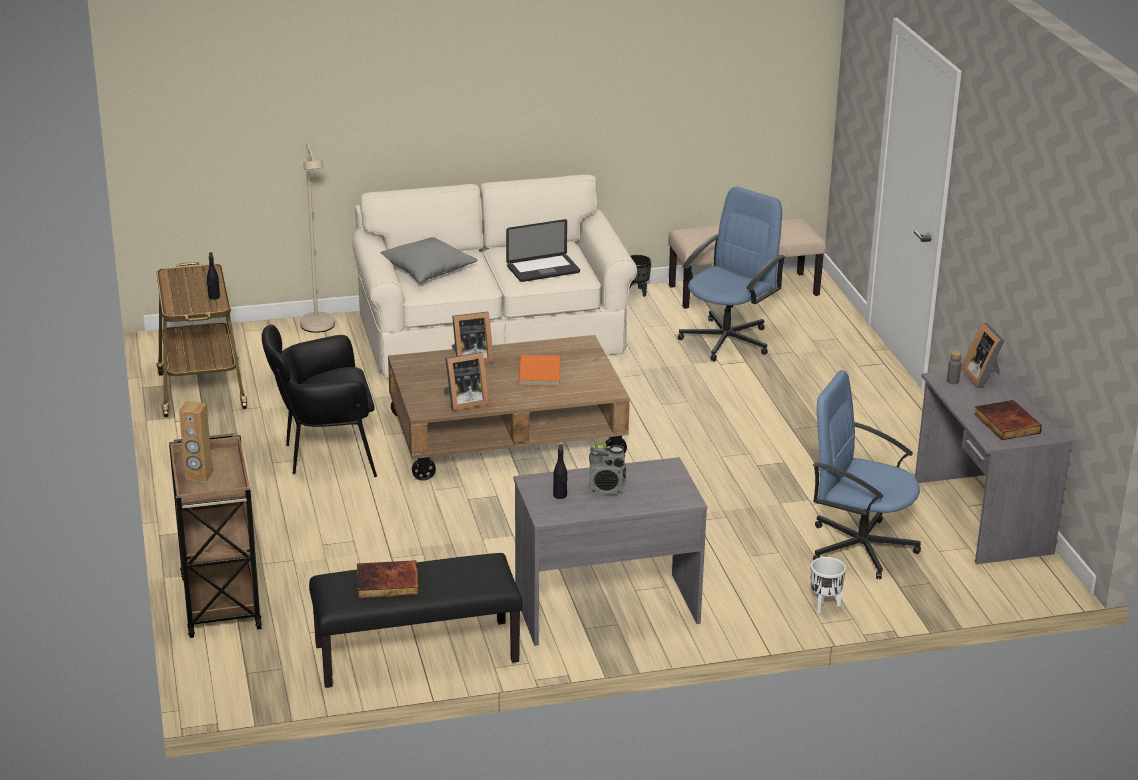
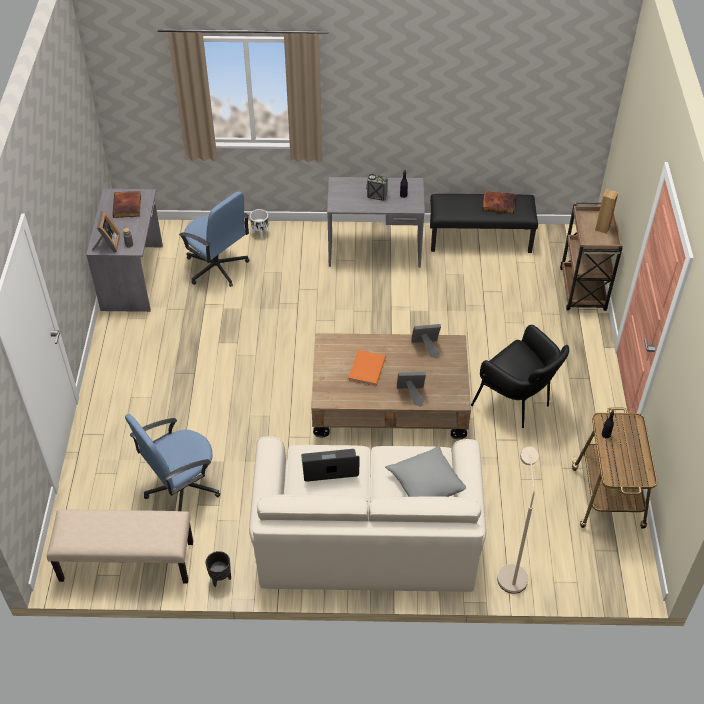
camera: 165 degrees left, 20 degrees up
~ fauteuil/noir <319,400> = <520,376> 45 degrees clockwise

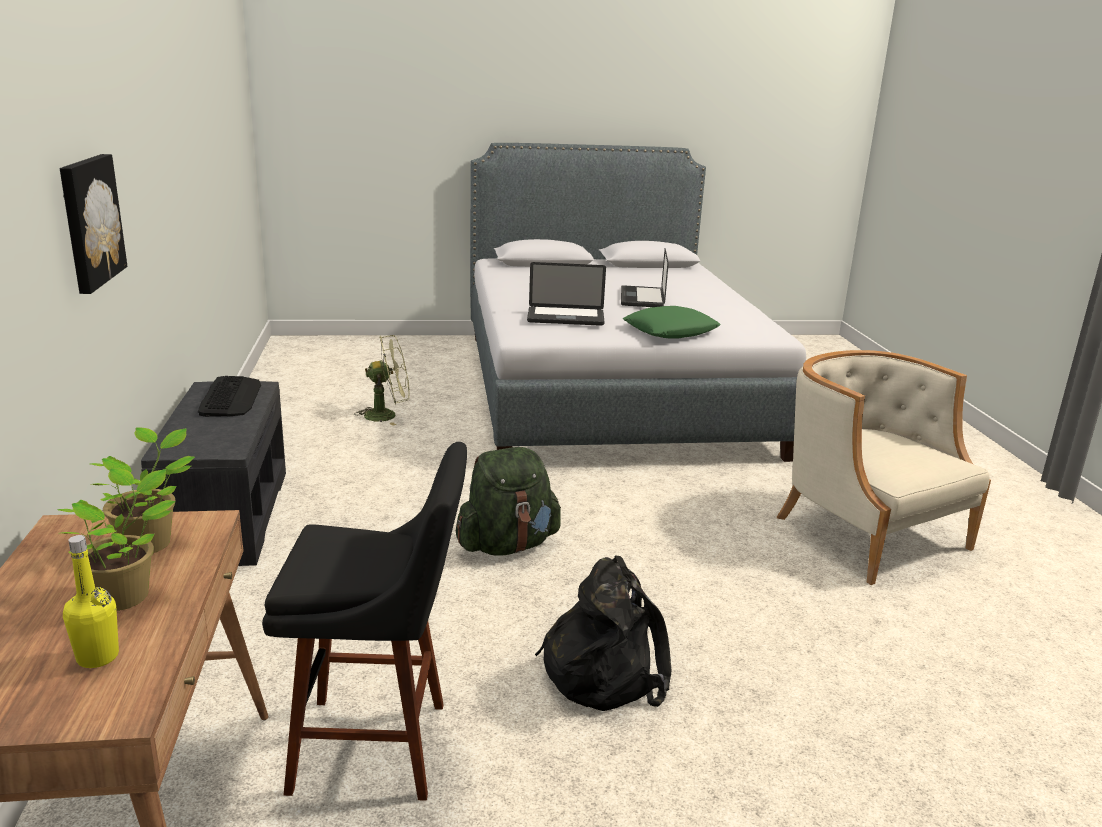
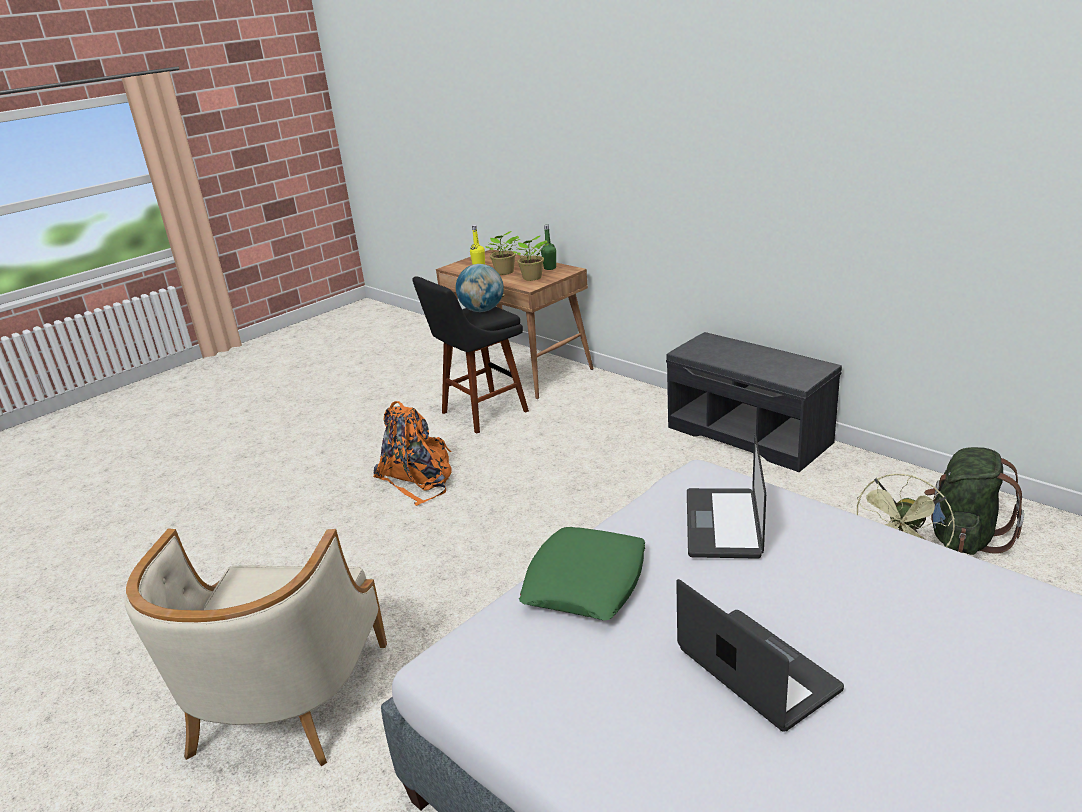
camera: 145 degrees right, 5 degrees up
~ fauteuil/beige <884,467> = <255,647> 75 degrees clockwise
~ sac à dos/noir <603,633> to sac à dos/orange <412,453>
+ globe <480,288>
+ bouteille/vert <548,247>
~ ordinateur portable <566,294> = <726,496> 45 degrees counterclockwise
~ sac à dos/vert <508,501> to <974,501>
- tableau <93,224>
- clavier <229,396>

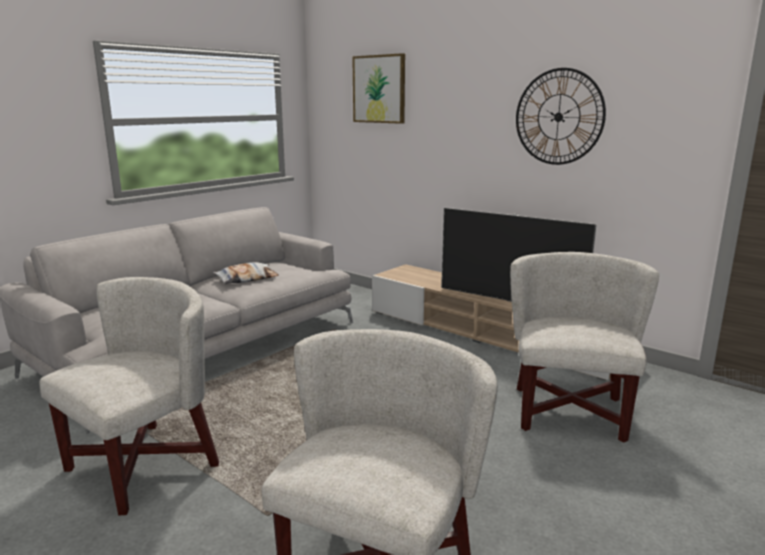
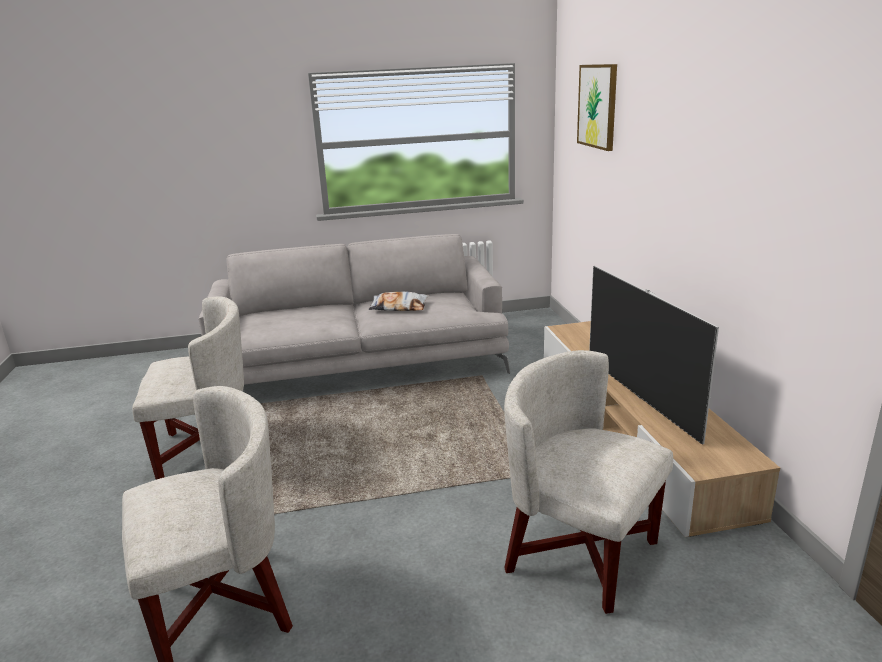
camera: 40 degrees right, 5 degrees up
~ fauteuil/blanc <584,347> = <588,482> 105 degrees counterclockwise
- horloge murale <561,116>

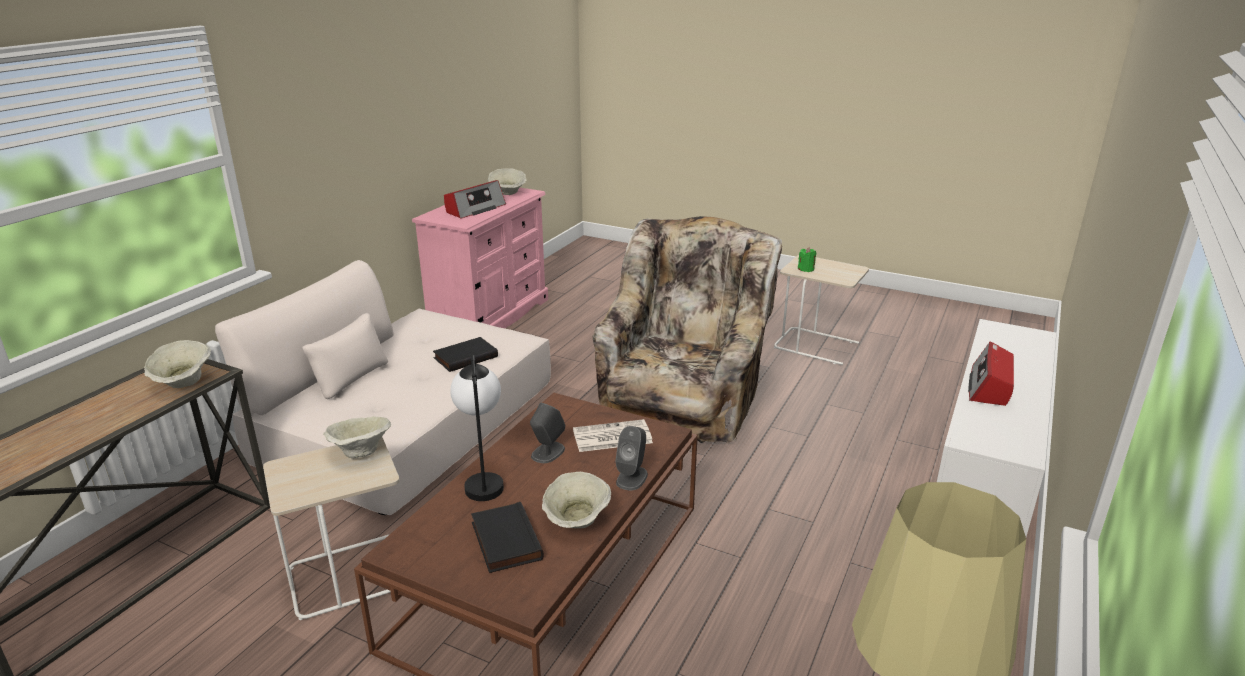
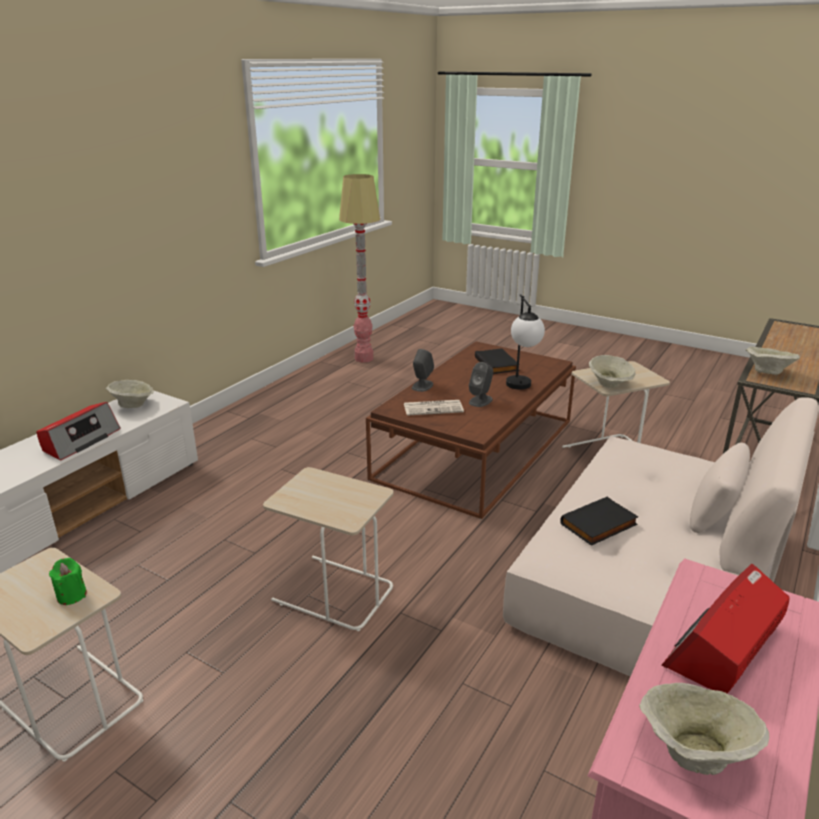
camera: 175 degrees left, 0 degrees up
~ bol/beige <576,500> to <130,394>
~ fauteuil/beige <687,330> to table d'appoint/beige <328,549>

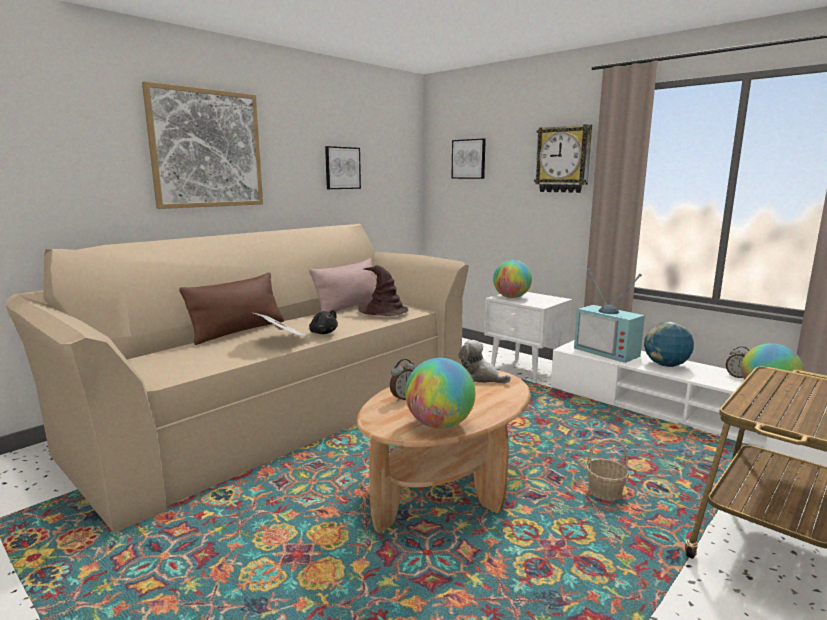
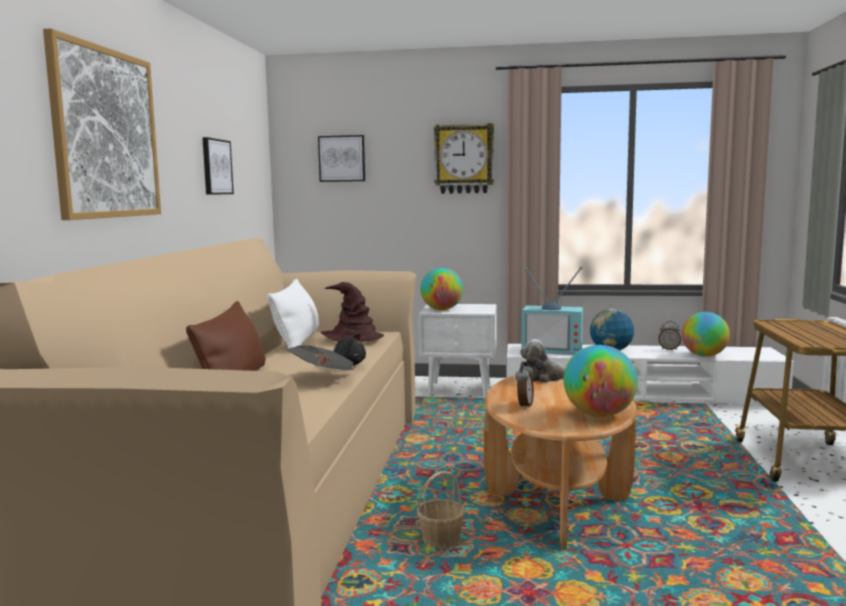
camera: 35 degrees left, 5 degrees down
~ coussin/rose <343,285> to coussin/blanc <293,313>
~ panier <607,469> to <441,509>

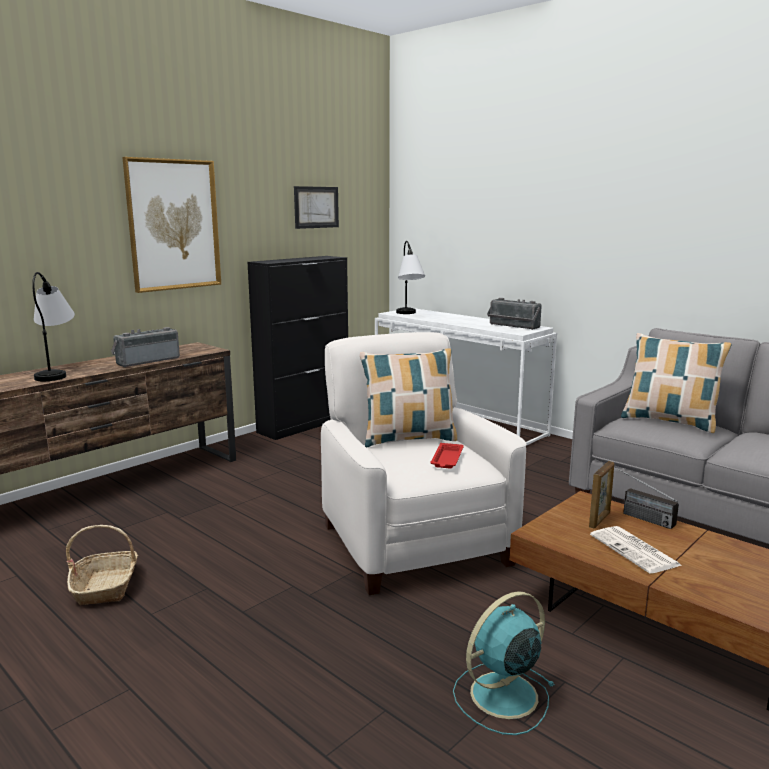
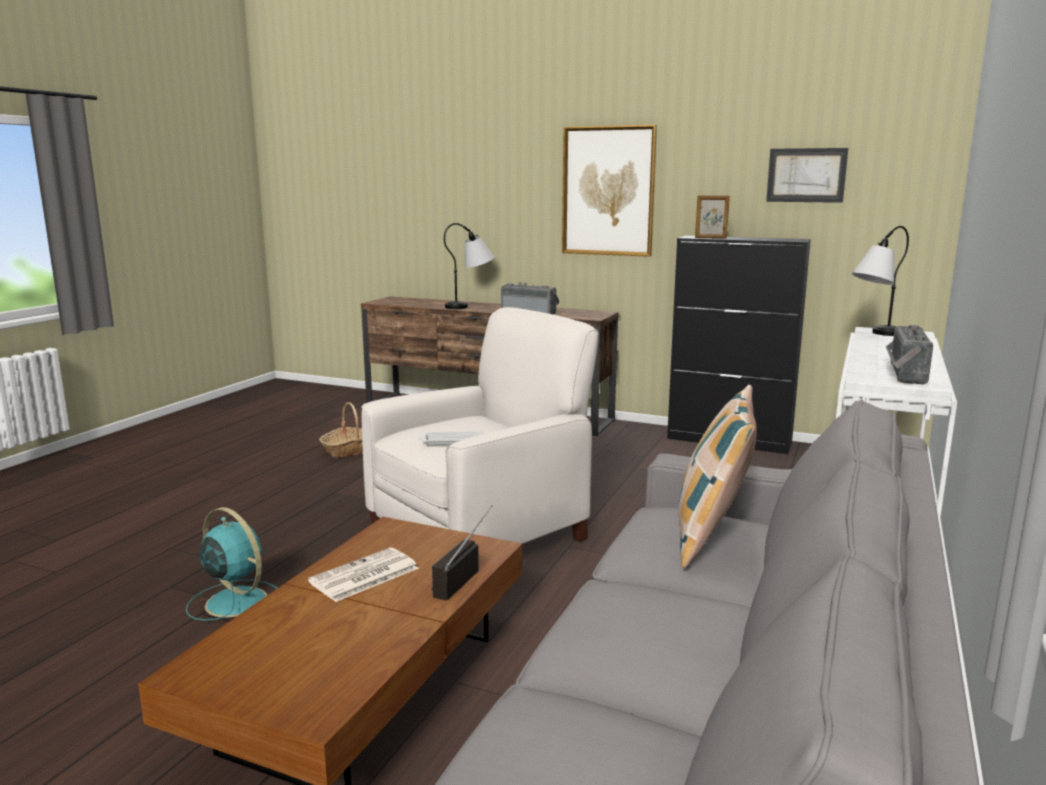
camera: 70 degrees right, 0 degrees up
~ plateau/rouge <447,456> to plateau/blanc <451,437>
~ cadre photo <601,494> to <712,217>
- coussin <408,397>

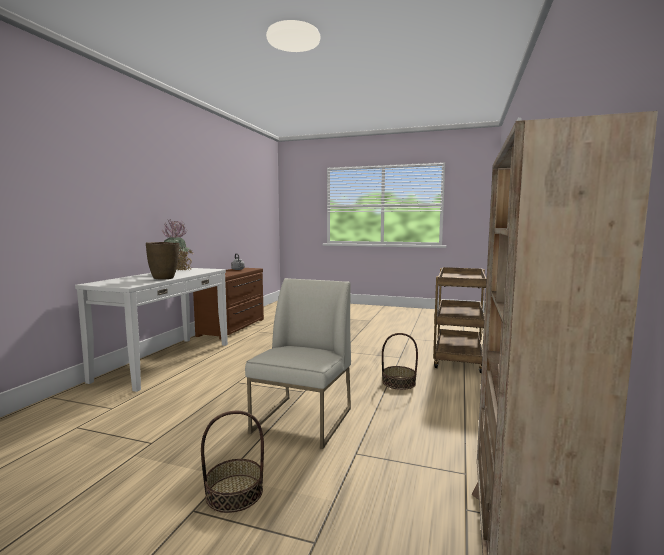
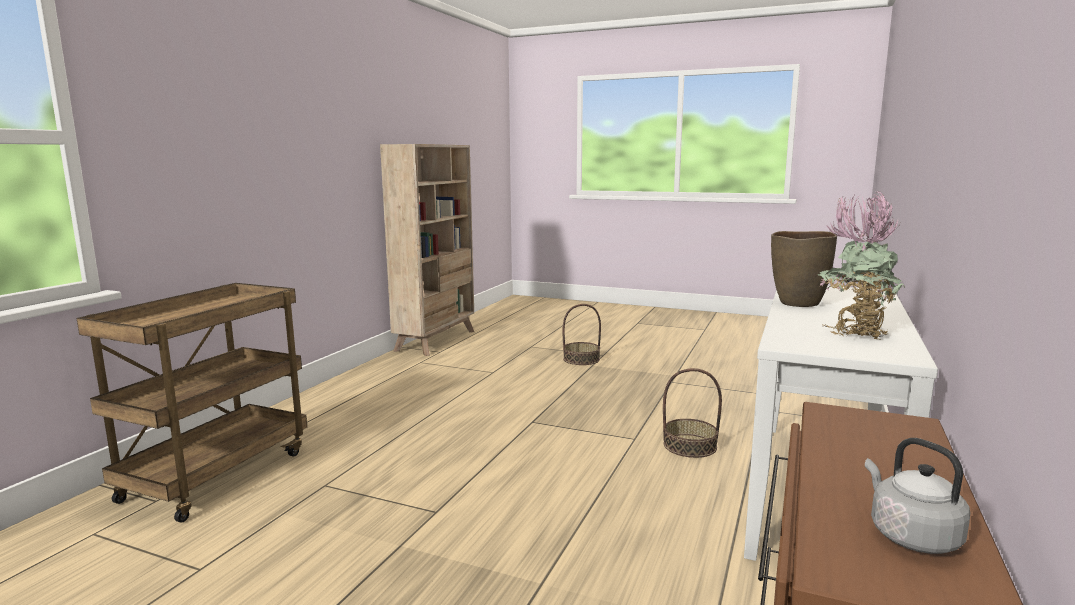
camera: 175 degrees left, 5 degrees up
~ panier <400,361> to <692,413>
- chaise/blanc <298,363>

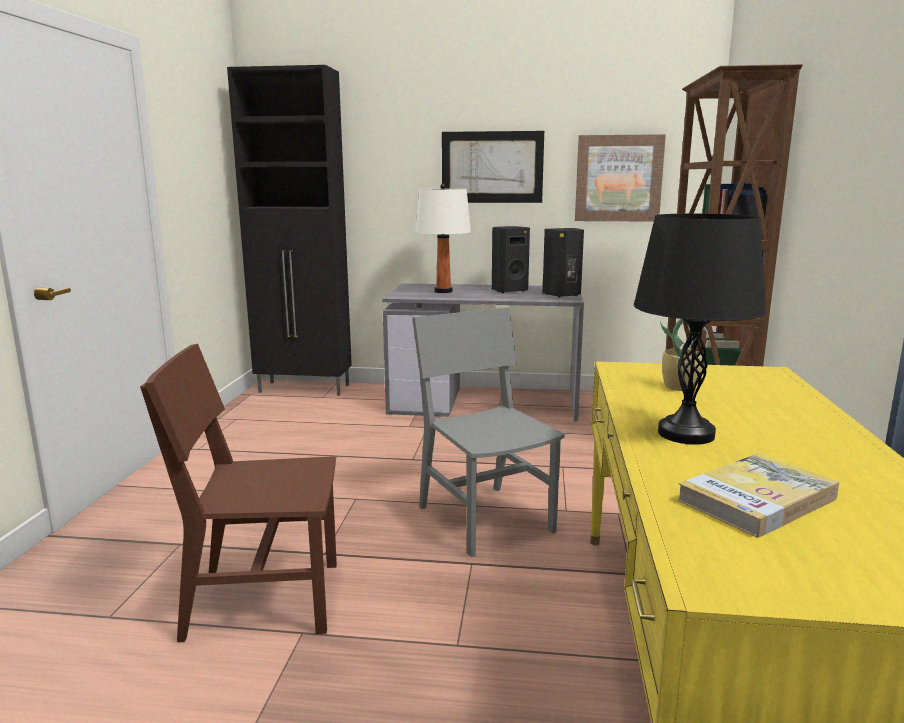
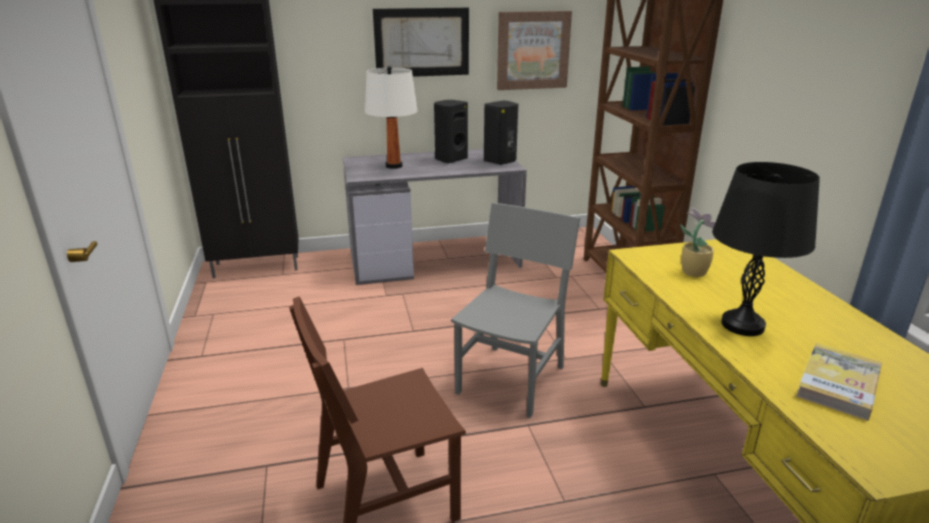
camera: 20 degrees left, 10 degrees up
~ chaise/gris <488,432> = <515,310> 75 degrees clockwise

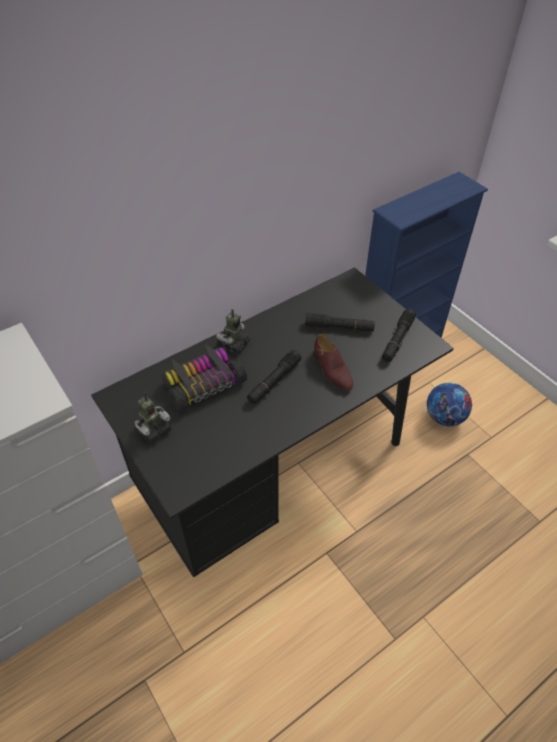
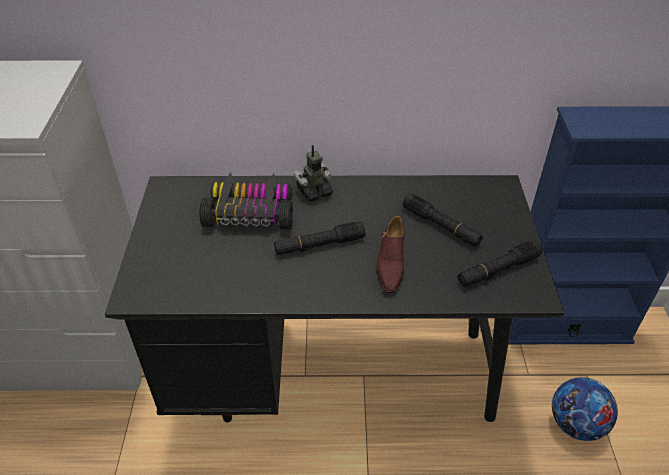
camera: 35 degrees right, 5 degrees down
- robot jouet <152,417>

